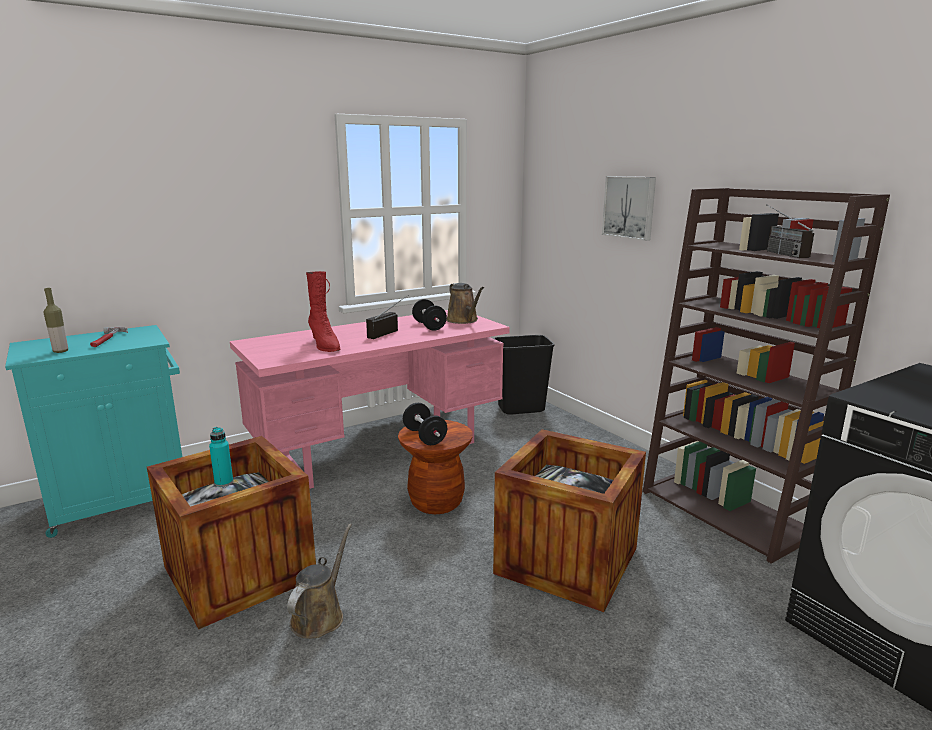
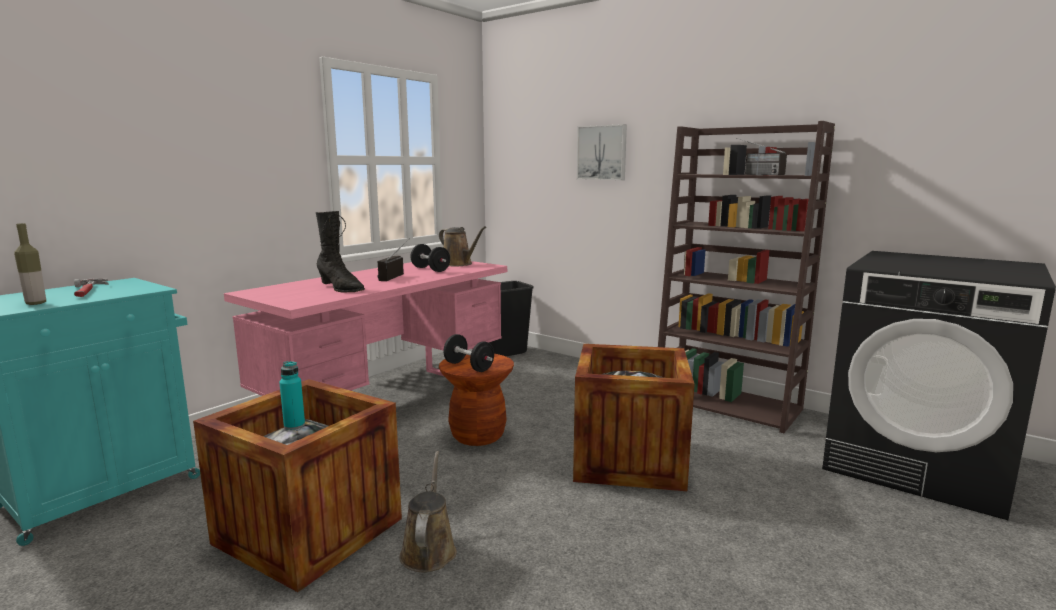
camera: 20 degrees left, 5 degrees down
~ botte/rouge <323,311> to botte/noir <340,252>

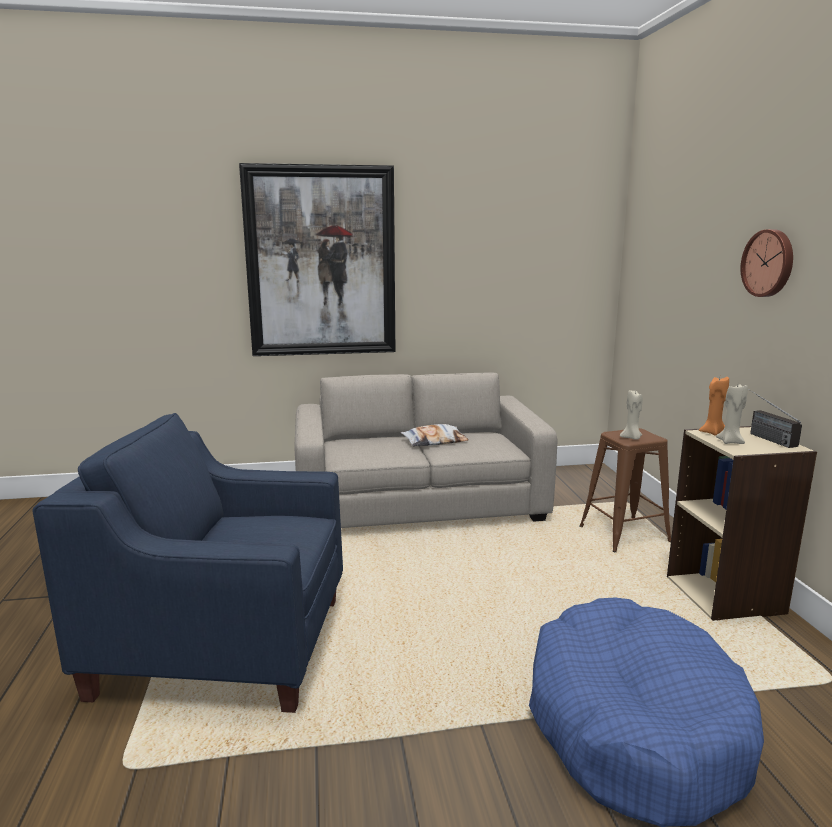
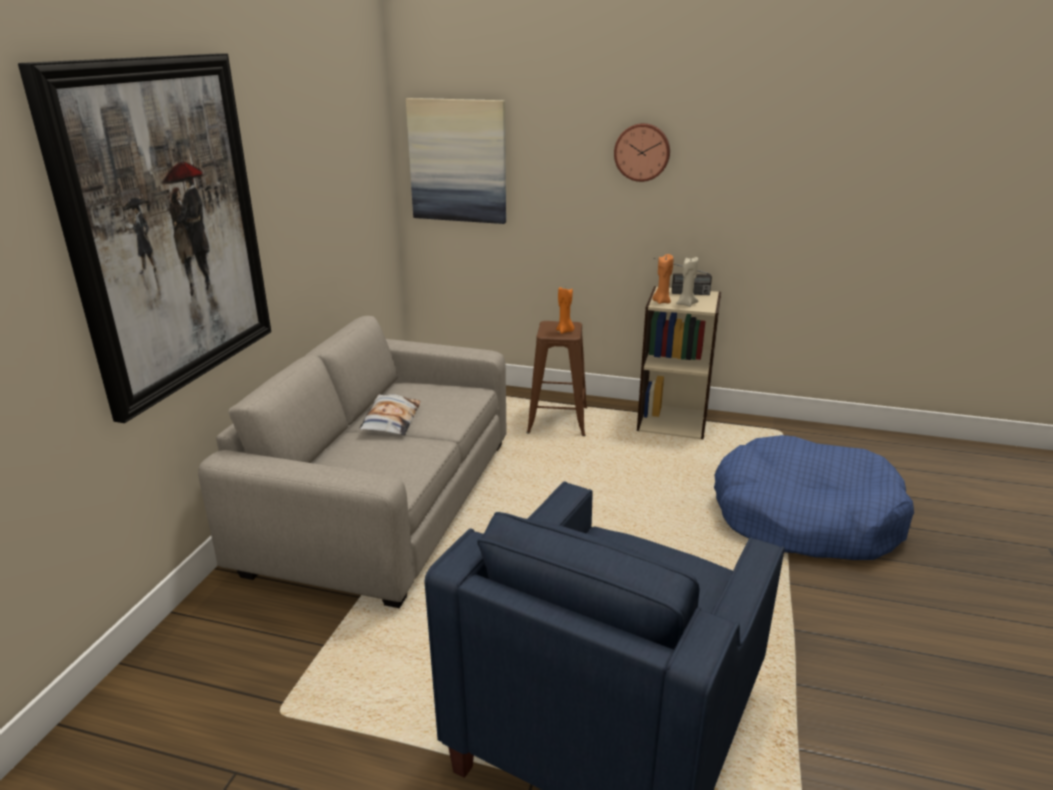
camera: 65 degrees left, 10 degrees up
+ tableau <456,161>
~ bougie/beige <631,415> to bougie/orange <565,310>

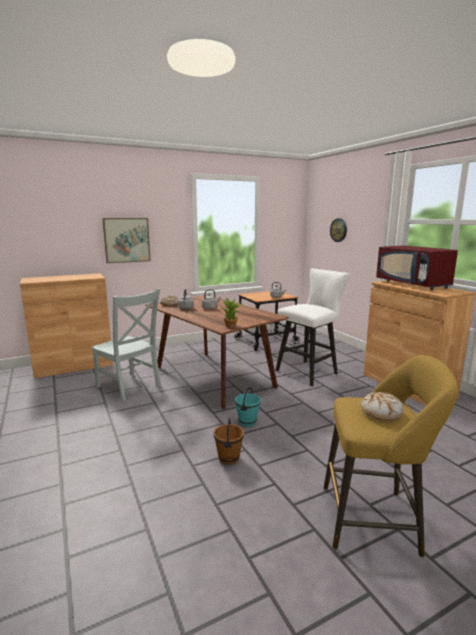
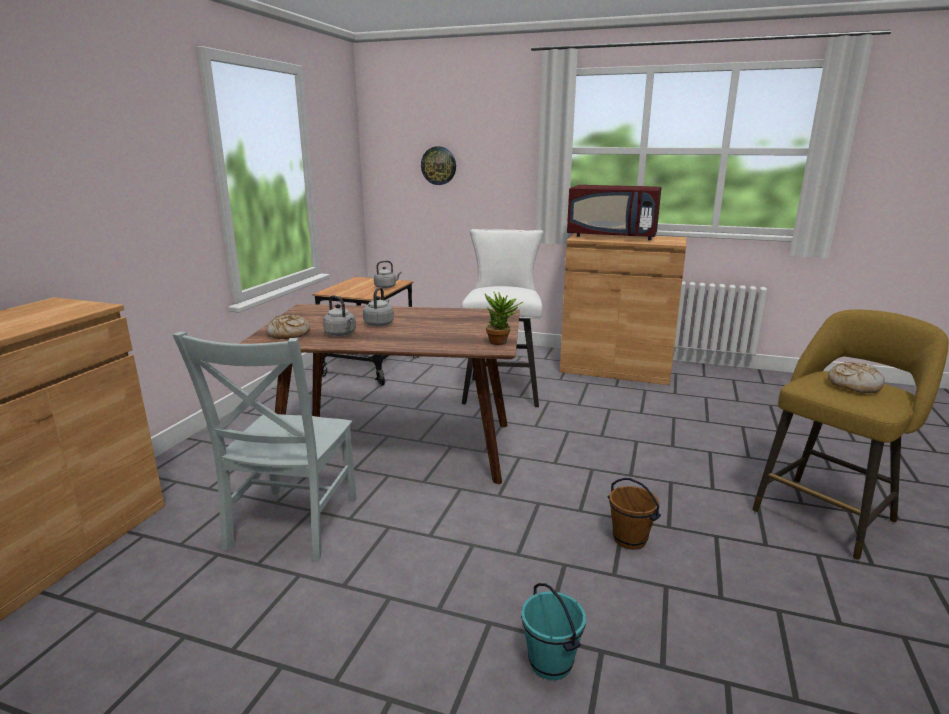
camera: 45 degrees left, 5 degrees up
~ chaise/gris <126,345> = <264,446> 105 degrees clockwise
~ seau/turquoise <248,407> to <553,631>
- tableau <126,240>

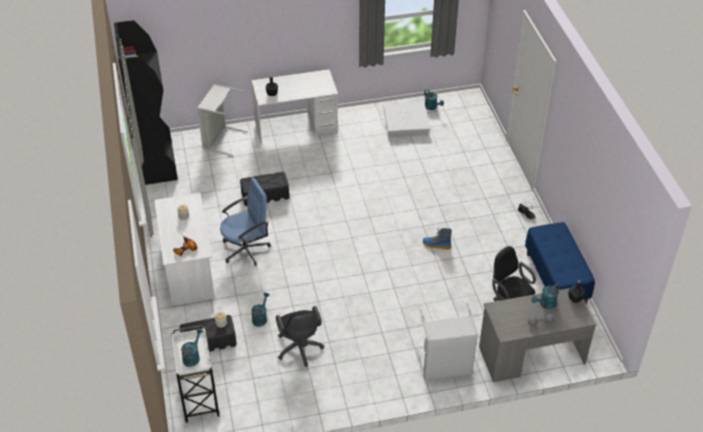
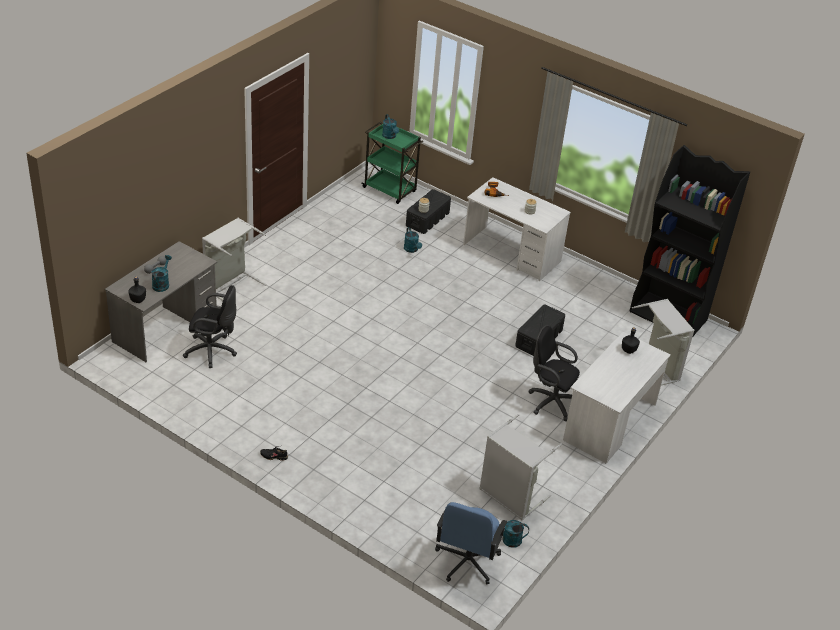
camera: 135 degrees right, 5 degrees down
~ chariot/blanc <195,374> to chariot/vert <392,163>
~ chaise de bureau/bleu <245,222> to <471,543>
~ boîte de rangement/blanc <406,119> to panier à linge/gris <520,467>
~ chaise de bureau/noir <300,336> to <554,373>
- botte <437,239>
- banc/bleu <560,263>

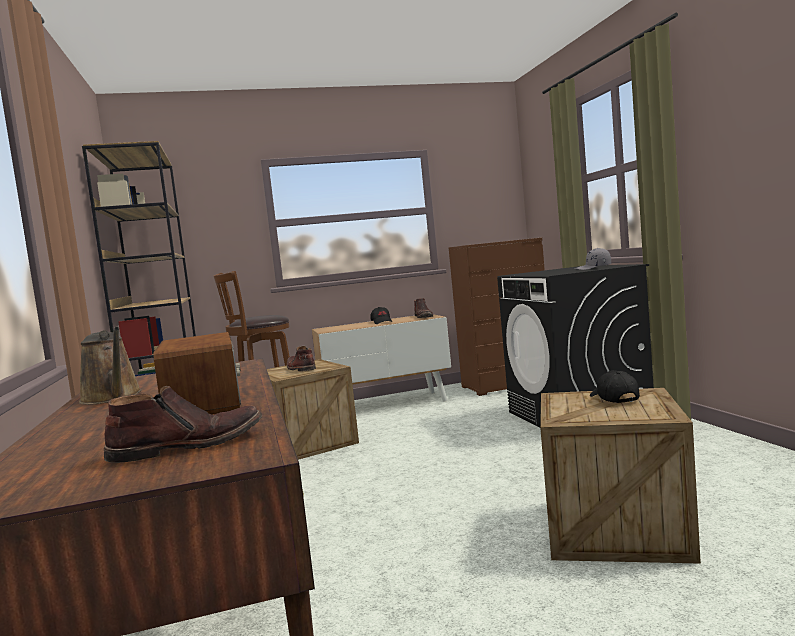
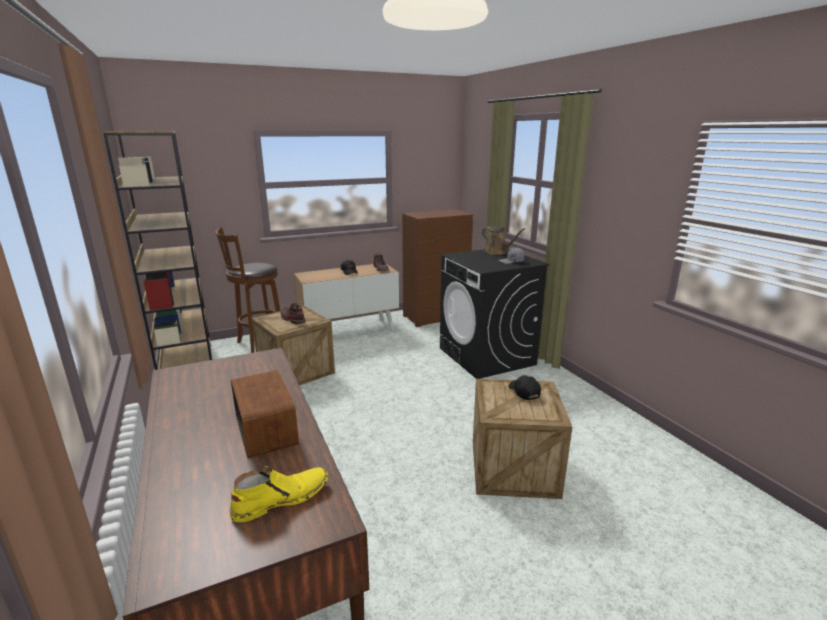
camera: 10 degrees left, 15 degrees up
~ botte/marron <183,424> to botte/jaune <279,494>
~ arrosoir/marron <110,366> to <503,241>

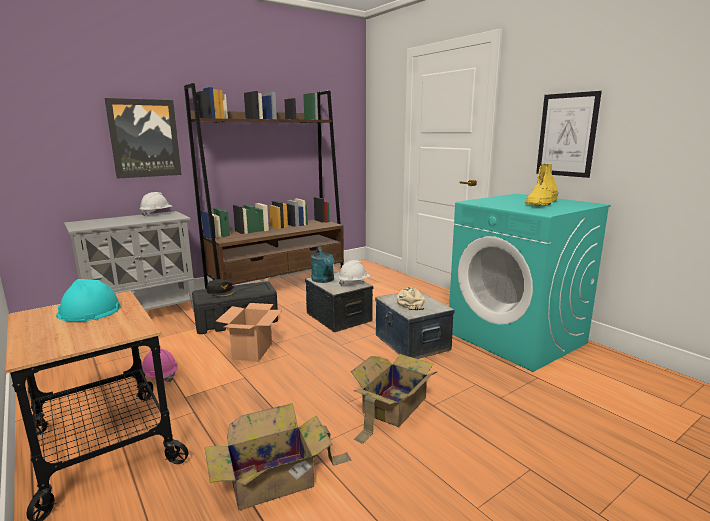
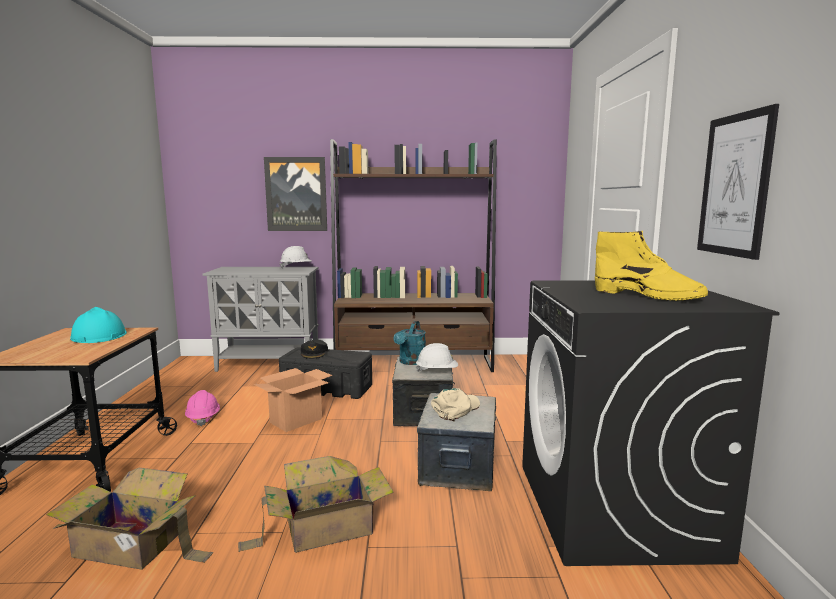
camera: 35 degrees right, 5 degrees down
~ lave-linge/turquoise <530,282> to lave-linge/noir <651,423>
~ botte/jaune <541,184> = <651,266> 120 degrees counterclockwise

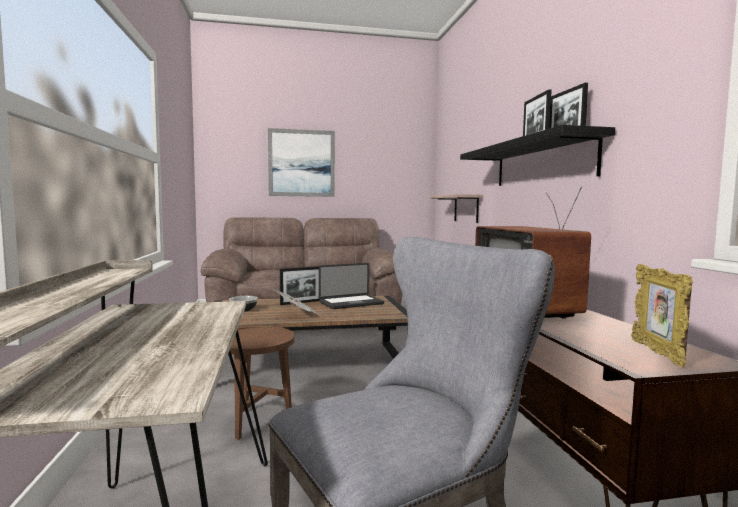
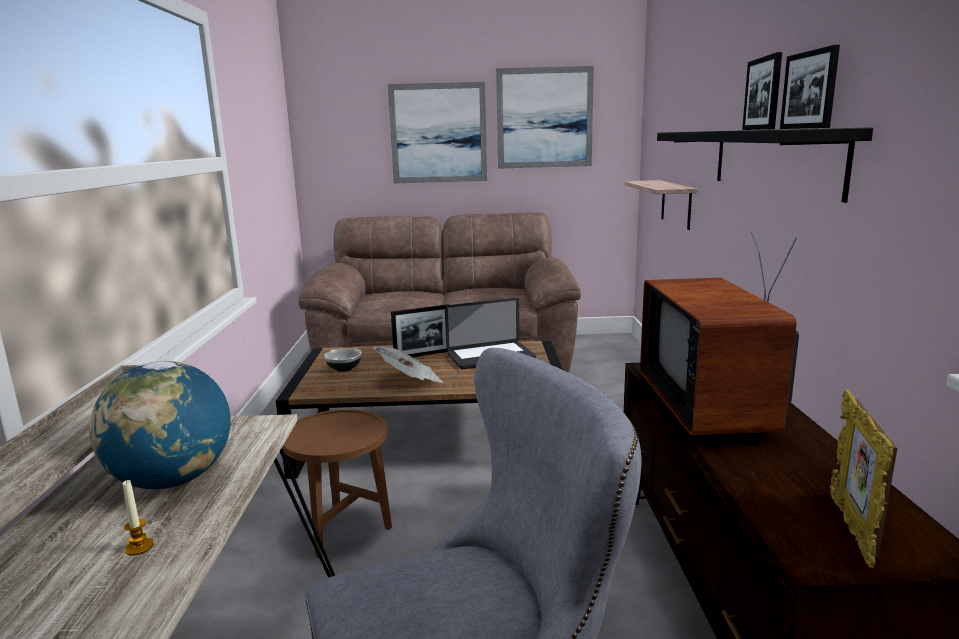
camera: 10 degrees right, 10 degrees up
+ globe <160,425>
+ bougie <138,518>
+ tableau <545,117>

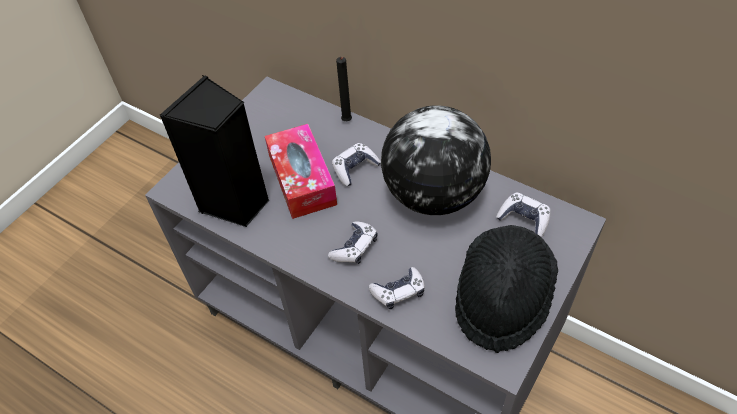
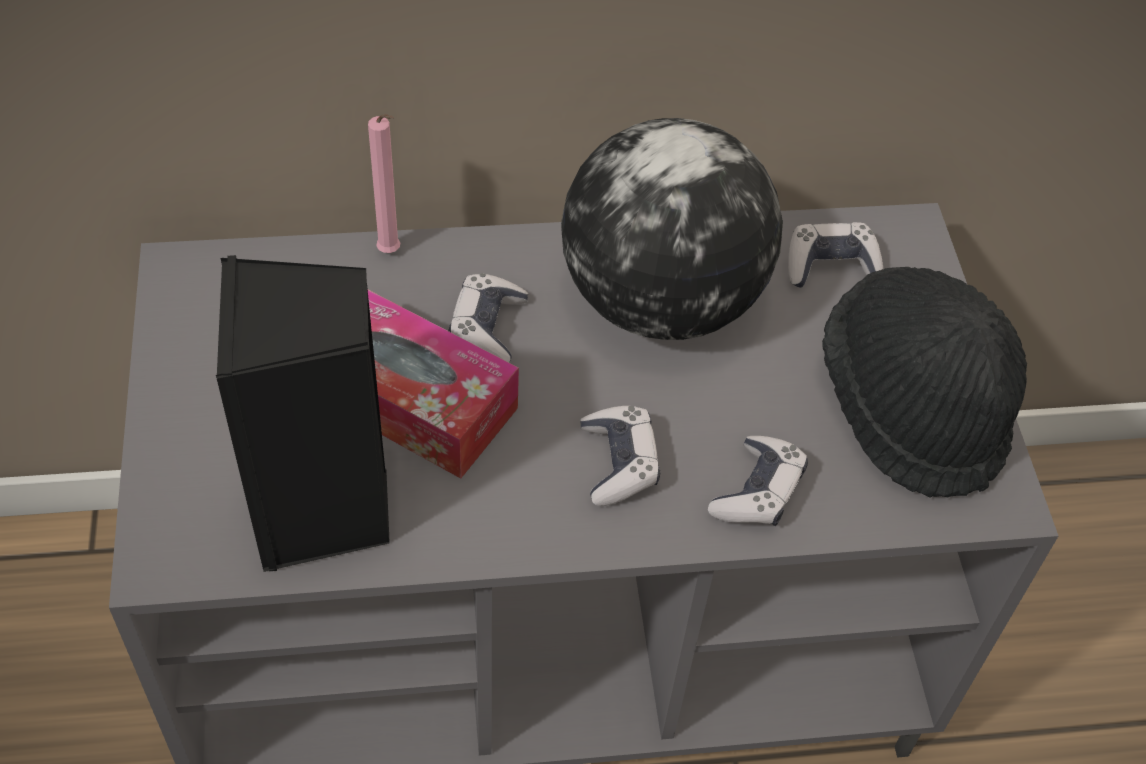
camera: 45 degrees left, 0 degrees up
~ bougie/noir <344,89> to bougie/rose <384,183>

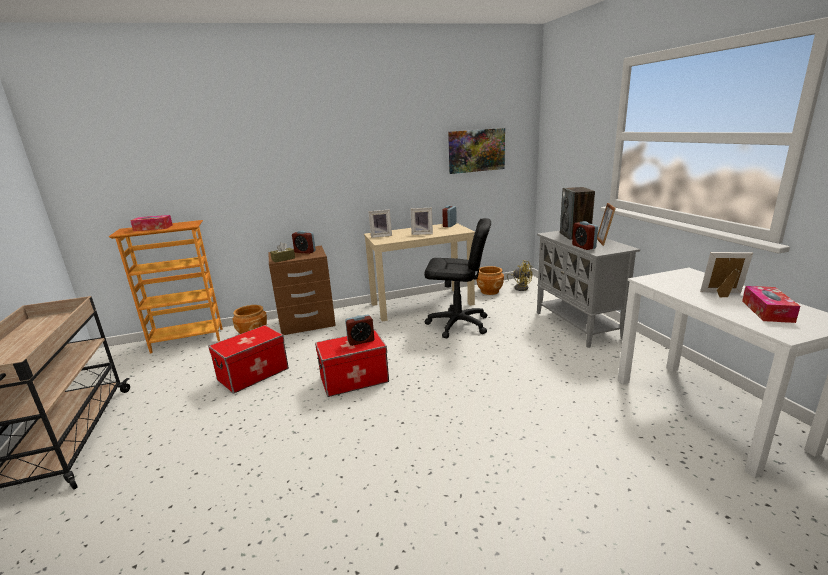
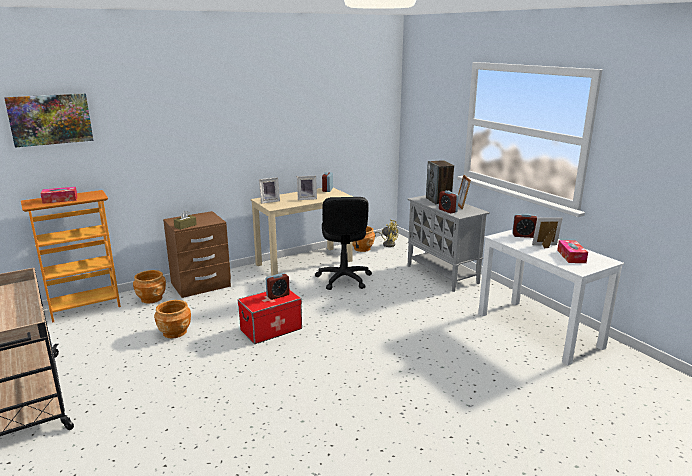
camera: 15 degrees left, 0 degrees up
~ tableau <476,151> to <49,120>
~ boîte de rangement <248,359> to cache-pot/marron <172,319>
~ chaise de bureau/noir <457,278> = <343,243> 90 degrees clockwise
~ réveil <304,242> to <524,225>

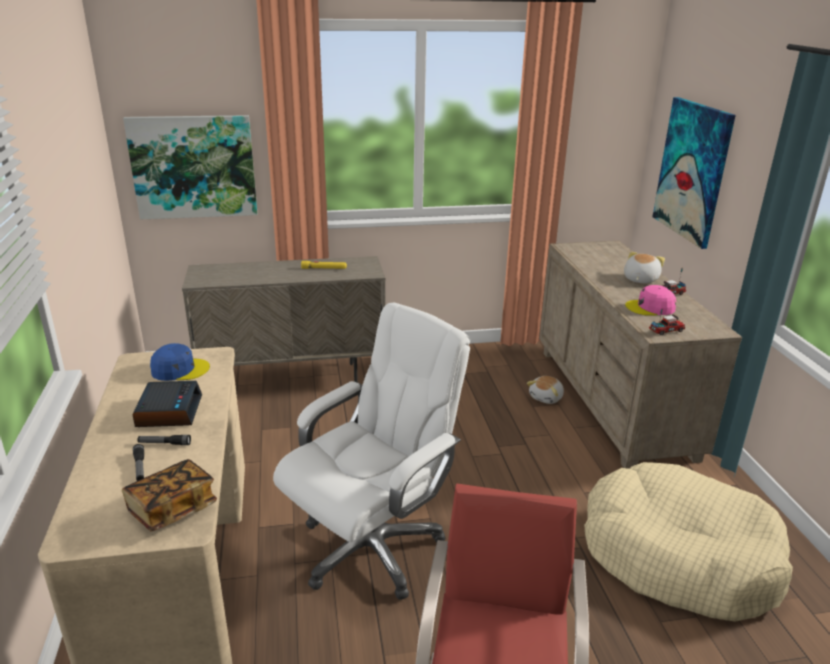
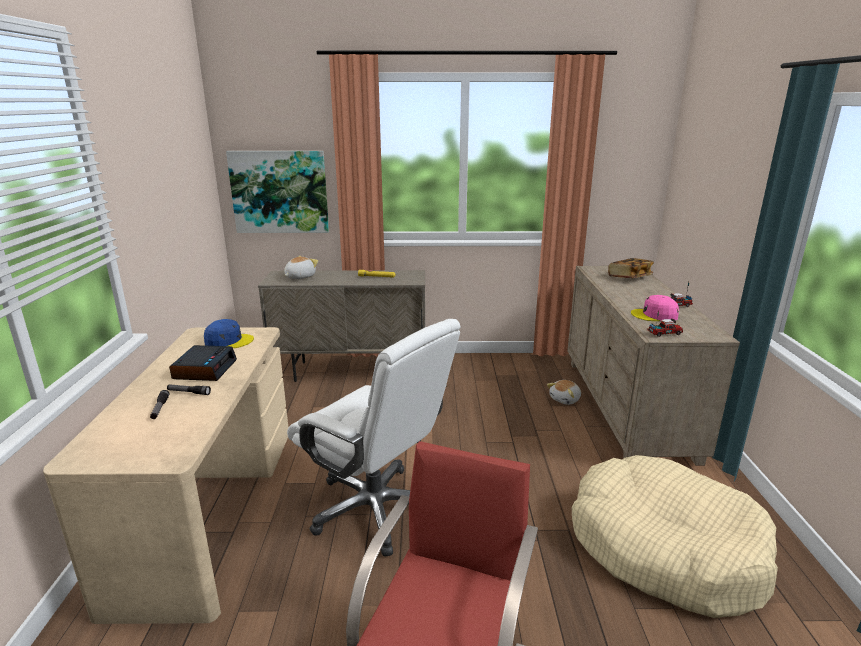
camera: 10 degrees right, 5 degrees down
~ peluche <644,267> to <301,267>
~ chaise de bureau/blanc <371,451> = <373,438> 75 degrees clockwise
~ livre <169,495> to <631,268>
- tableau <694,173>

